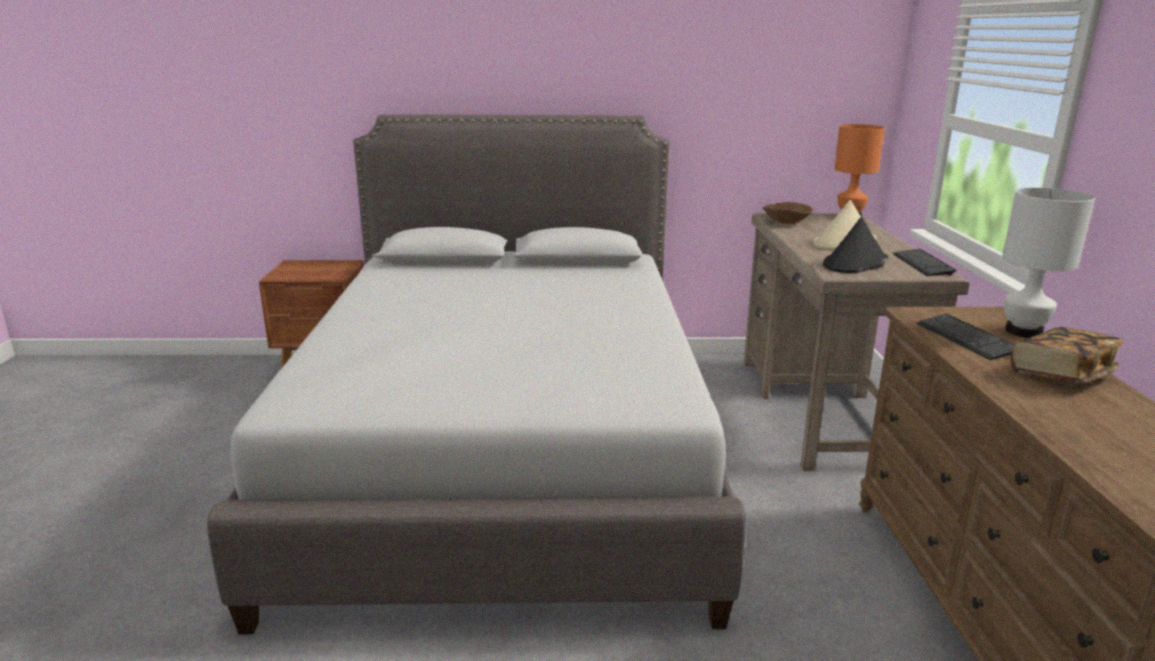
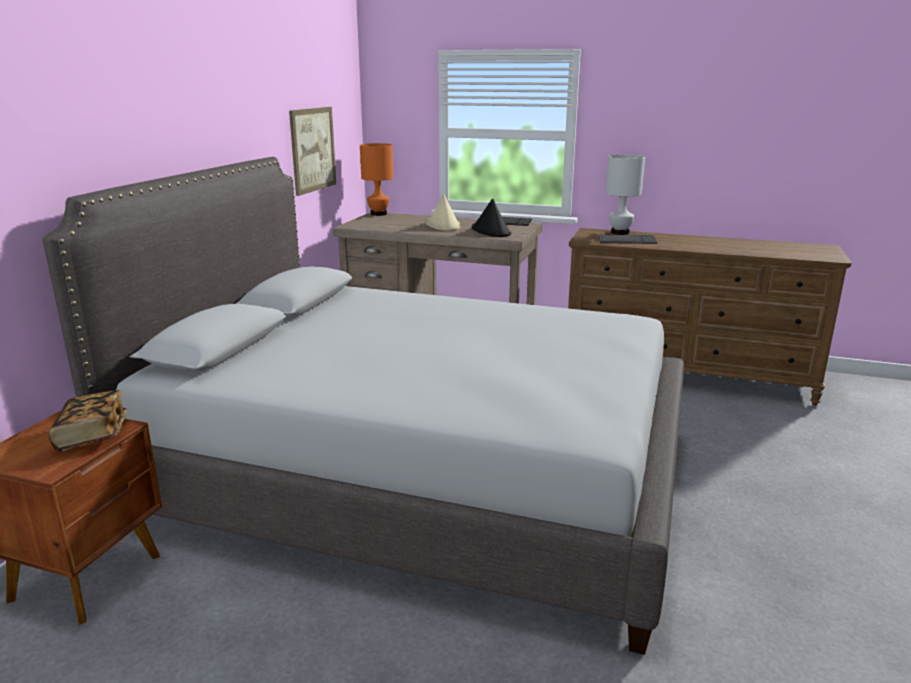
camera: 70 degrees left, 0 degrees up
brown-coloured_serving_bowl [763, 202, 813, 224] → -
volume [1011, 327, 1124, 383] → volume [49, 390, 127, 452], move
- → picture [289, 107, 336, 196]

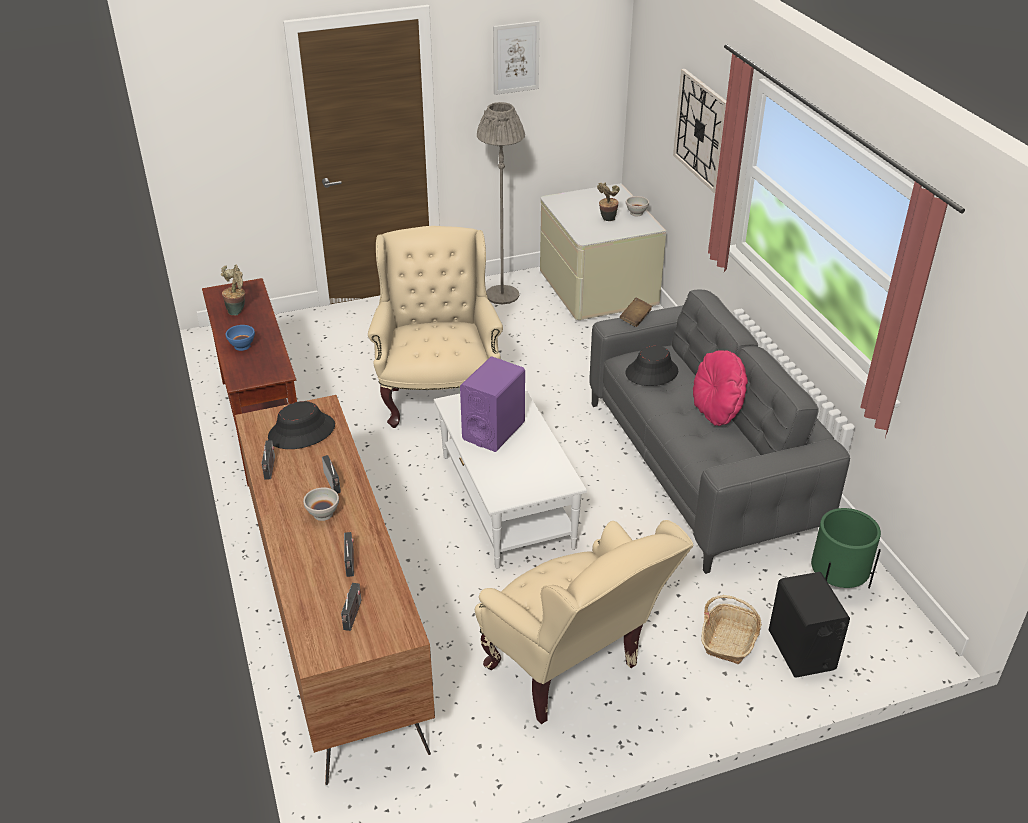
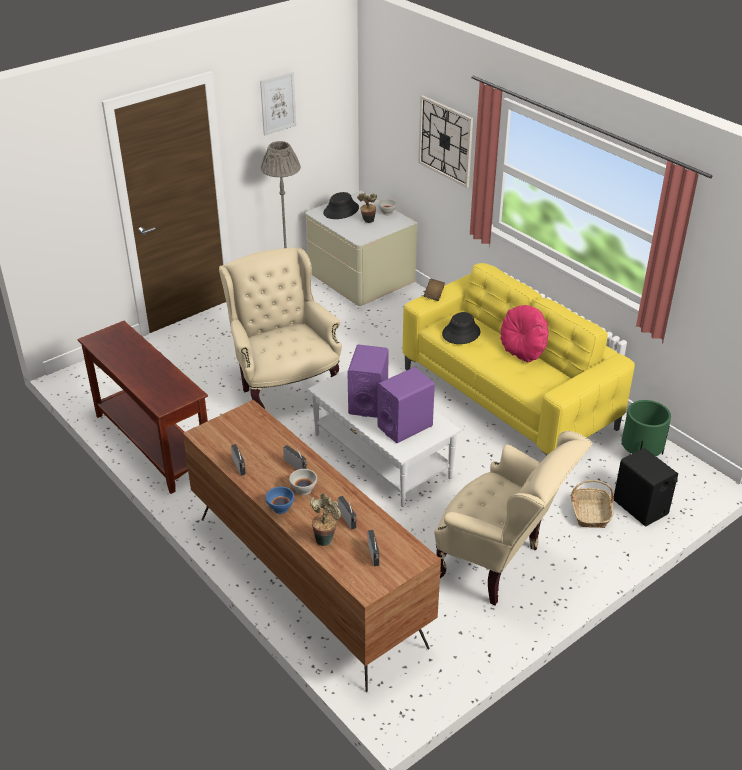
camera: 20 degrees left, 0 degrees up
potted_plant [221, 264, 245, 315] → potted_plant [310, 493, 341, 546], move
gray_sofa [589, 290, 850, 574] → yellow-coloured_sofa [403, 263, 635, 456]
blue-coloured_serving_bowl [226, 325, 255, 351] → blue-coloured_serving_bowl [266, 487, 294, 514], move
black_wearable_hat [268, 401, 335, 449] → black_wearable_hat [323, 192, 359, 219], move
- → purplish_audio_speaker [377, 367, 435, 443]

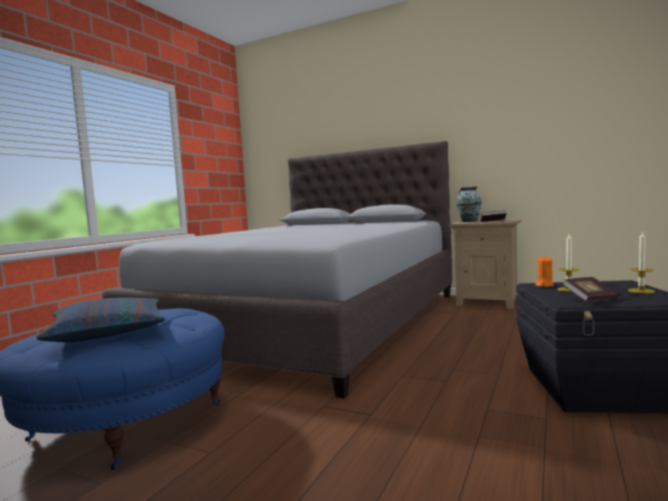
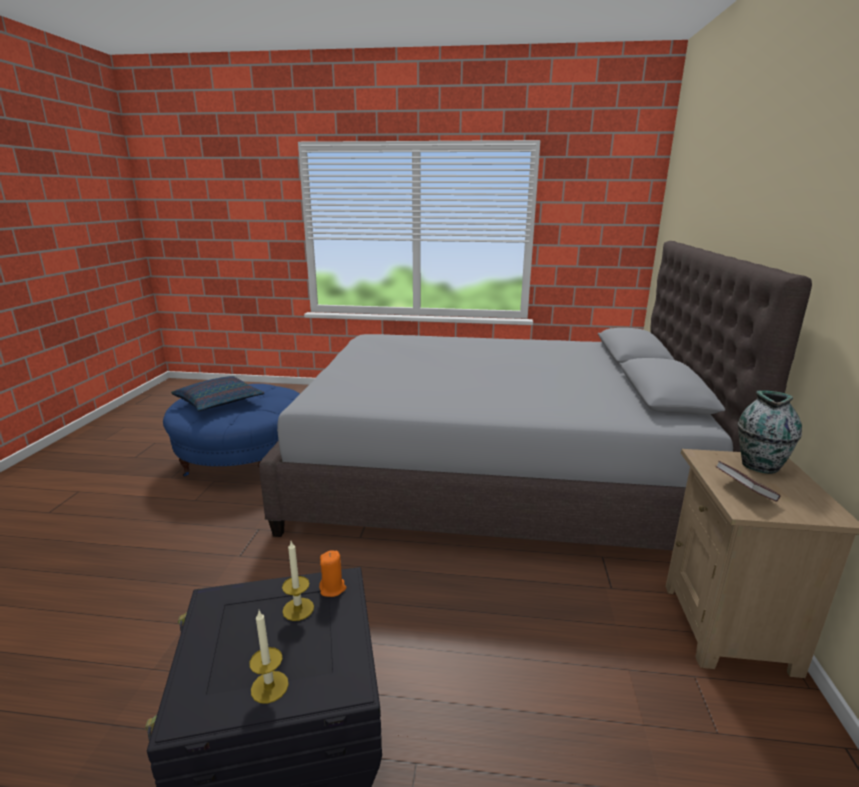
camera: 70 degrees right, 15 degrees up
volume [562, 277, 617, 301] → -

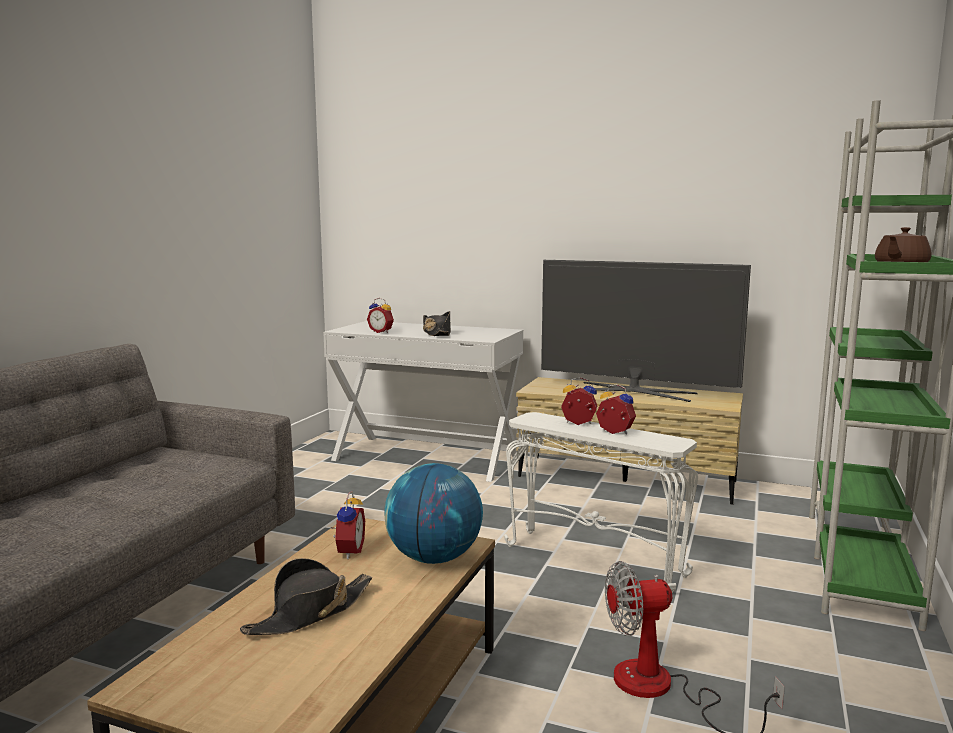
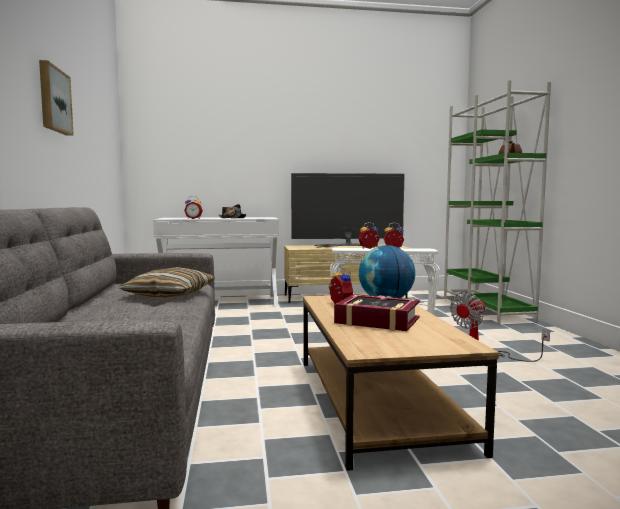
camera: 30 degrees left, 5 degrees down
black_wearable_hat [240, 558, 372, 635] → volume [334, 294, 420, 331]
- → picture [39, 60, 74, 136]
- → cushion [118, 267, 215, 298]

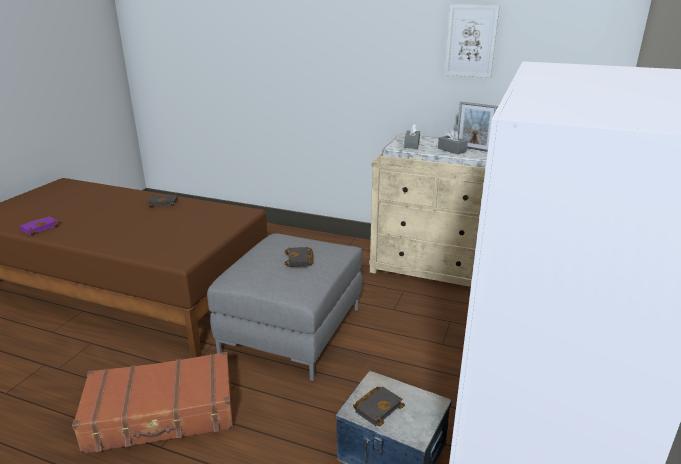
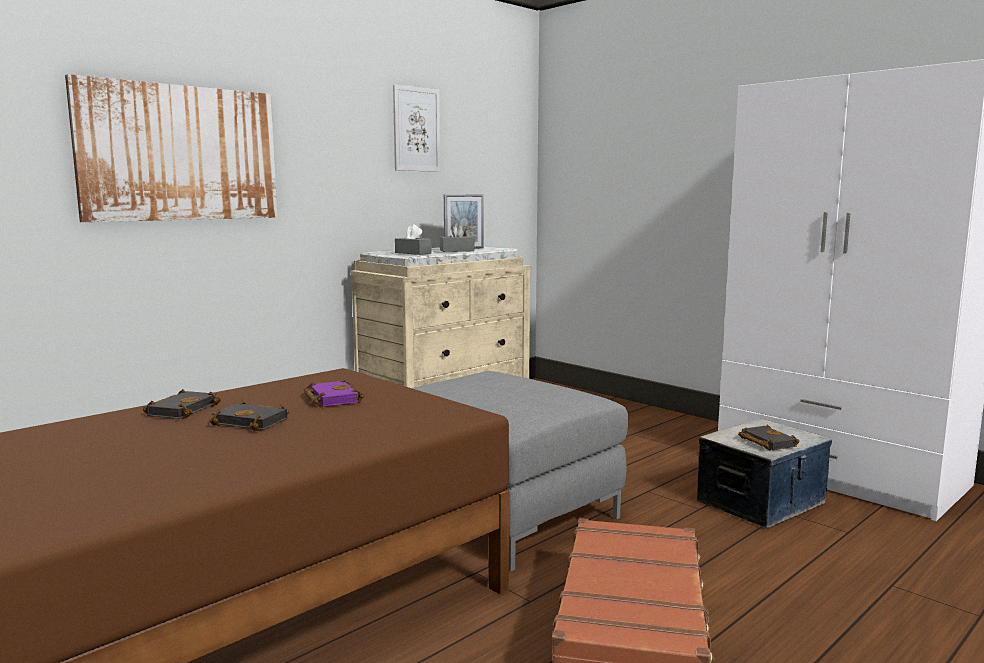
camera: 65 degrees left, 15 degrees down
purplish_volume [20, 216, 59, 235] → purplish_volume [304, 379, 364, 407], move
black_volume [285, 247, 314, 267] → black_volume [209, 401, 289, 431], move
- → picture [65, 74, 277, 222]

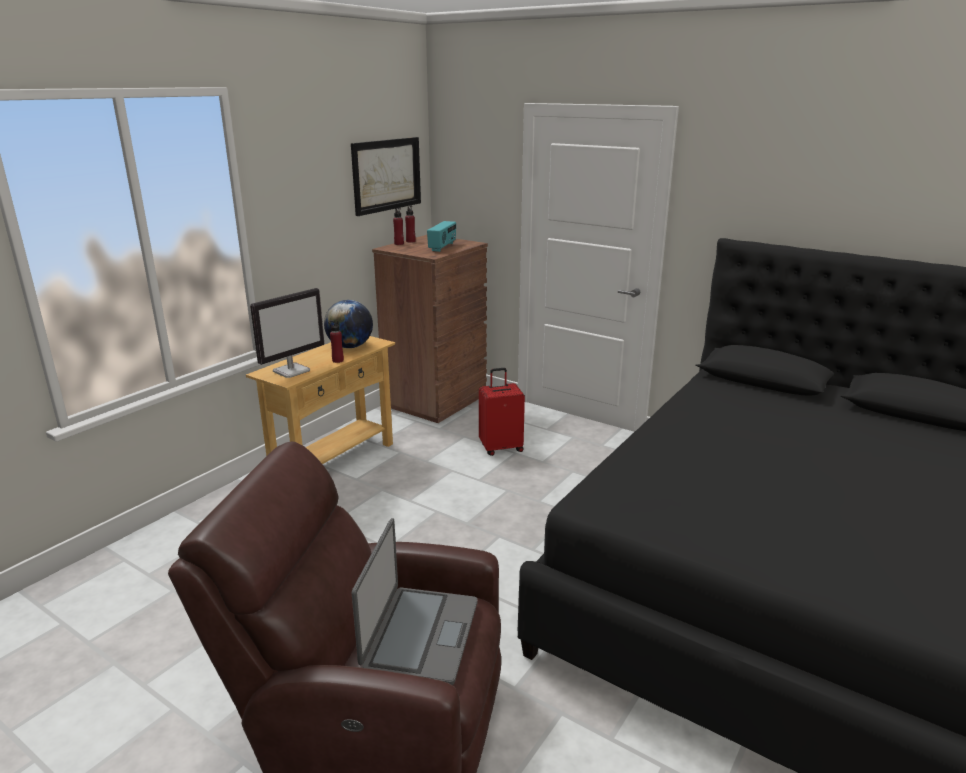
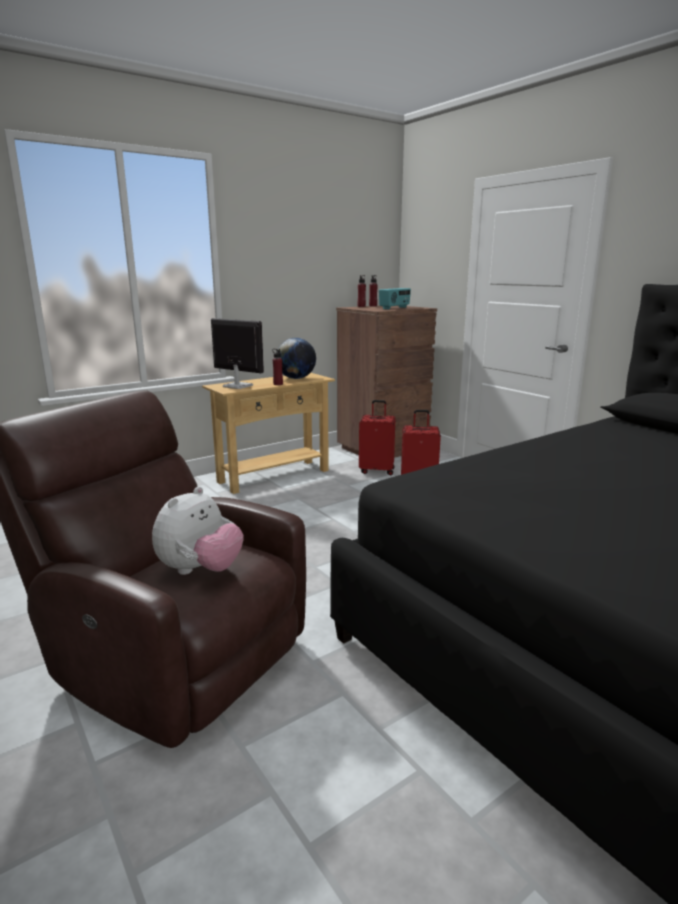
camera: 20 degrees right, 5 degrees down
picture [351, 137, 421, 216] → -
computer_screen [250, 288, 324, 378] → computer_screen [211, 318, 264, 389], 120 degrees counterclockwise
laptop [352, 518, 478, 685] → soft_toy [152, 487, 244, 575]
- → red-coloured_suitcase [359, 400, 396, 475]

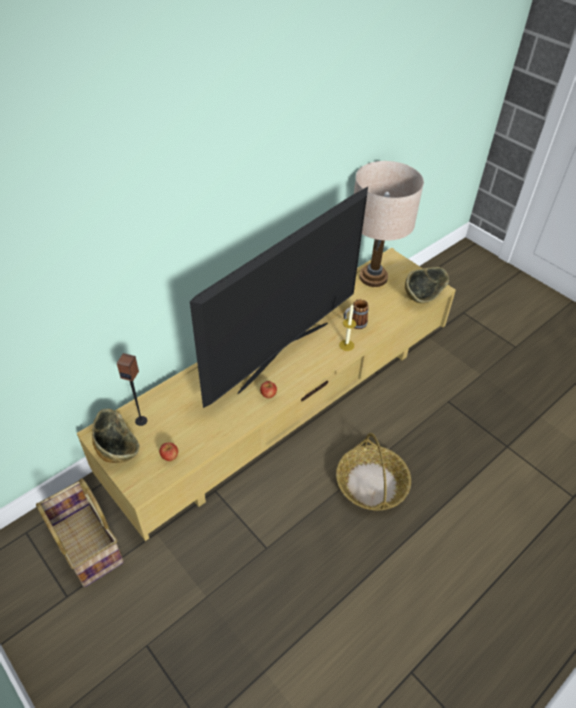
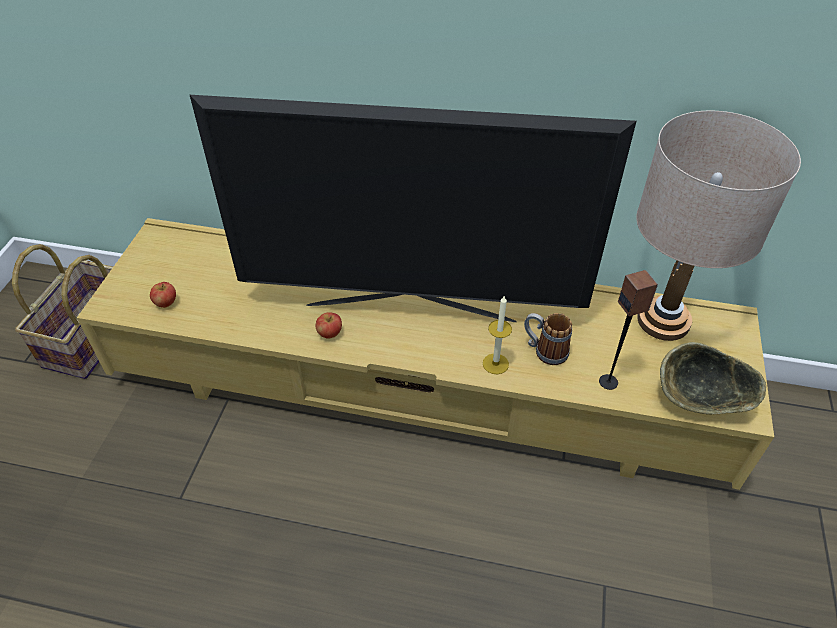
camera: 55 degrees right, 0 degrees up
audio_speaker [117, 353, 147, 426] → audio_speaker [599, 270, 658, 390], move
serving_bowl [92, 409, 139, 463] → -
storage_basket [336, 433, 411, 511] → -

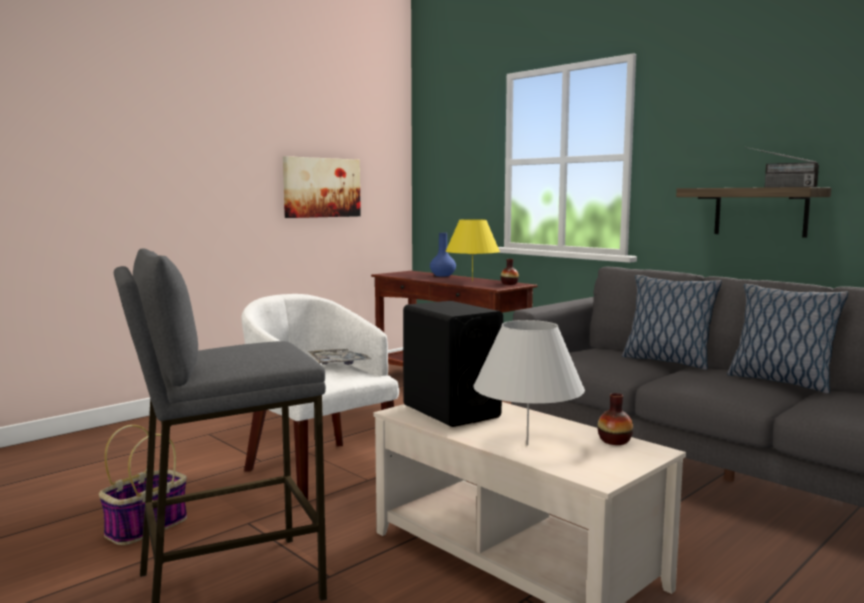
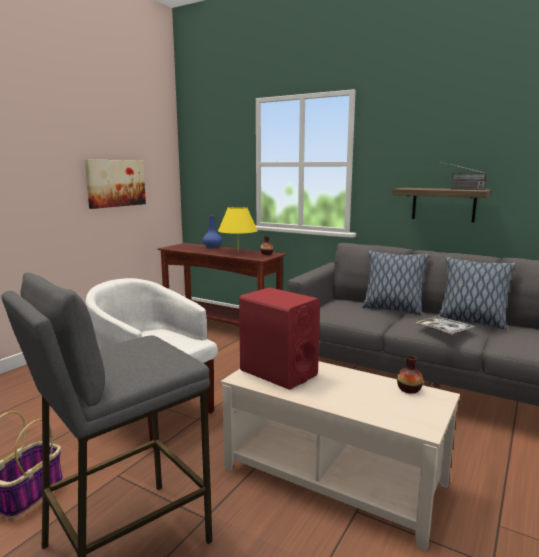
camera: 15 degrees left, 5 degrees up
black_audio_speaker [403, 301, 503, 427] → red-coloured_audio_speaker [239, 287, 320, 390]
white-coloured_tabletop_lamp [473, 320, 585, 445] → -
tray [308, 349, 371, 365] → tray [415, 316, 475, 334], move

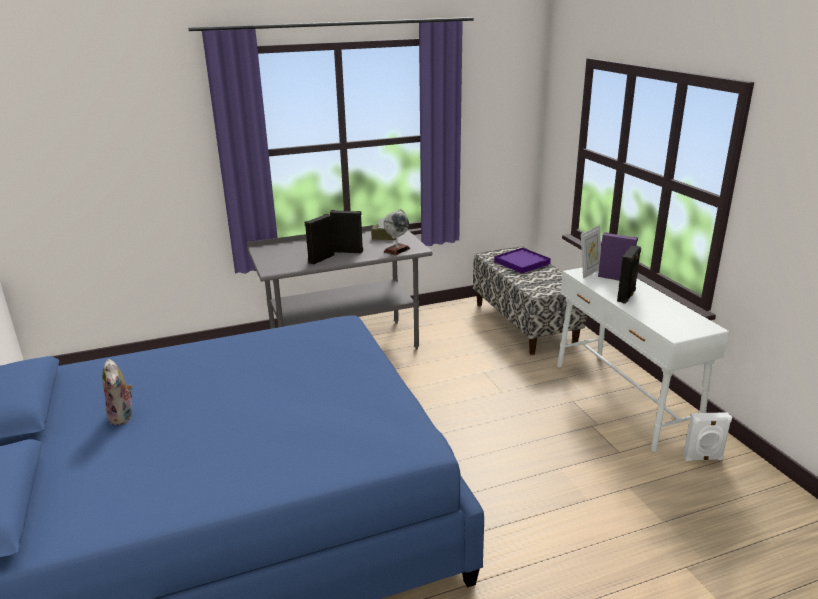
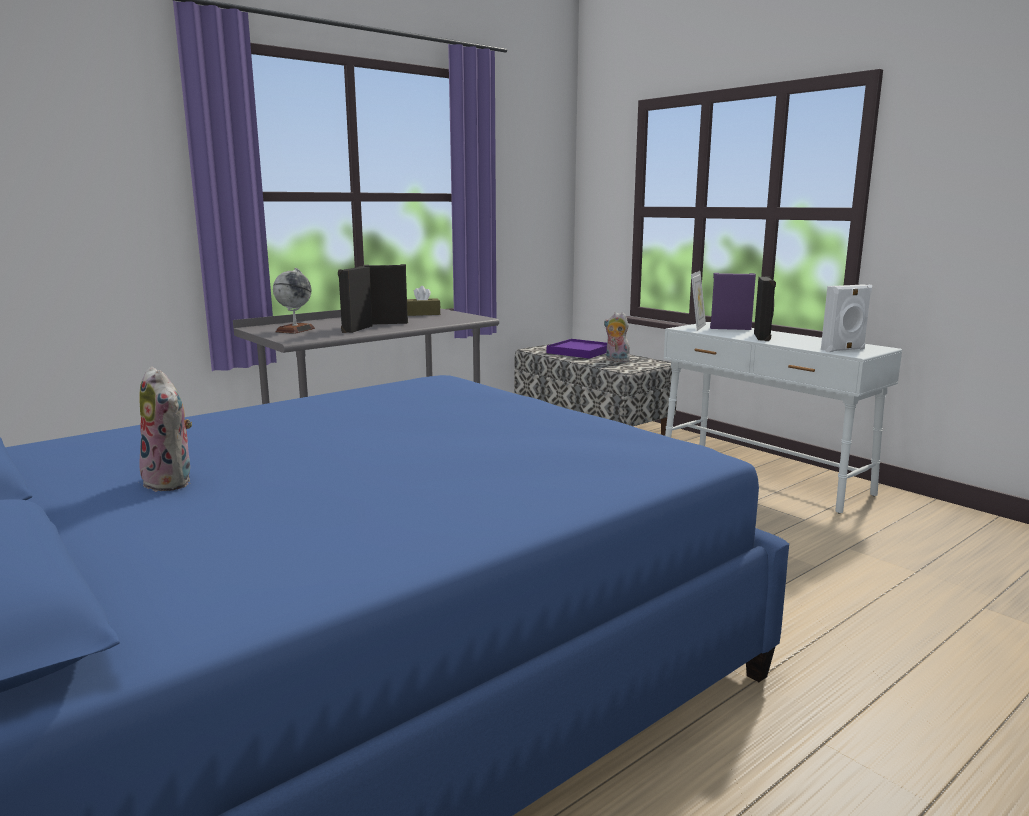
camera: 20 degrees left, 10 degrees down
world_globe [384, 209, 410, 255] → world_globe [273, 268, 315, 334], move
white-coloured_audio_speaker [683, 412, 732, 461] → white-coloured_audio_speaker [821, 284, 872, 352], move
- → soft_toy [604, 312, 630, 362]

